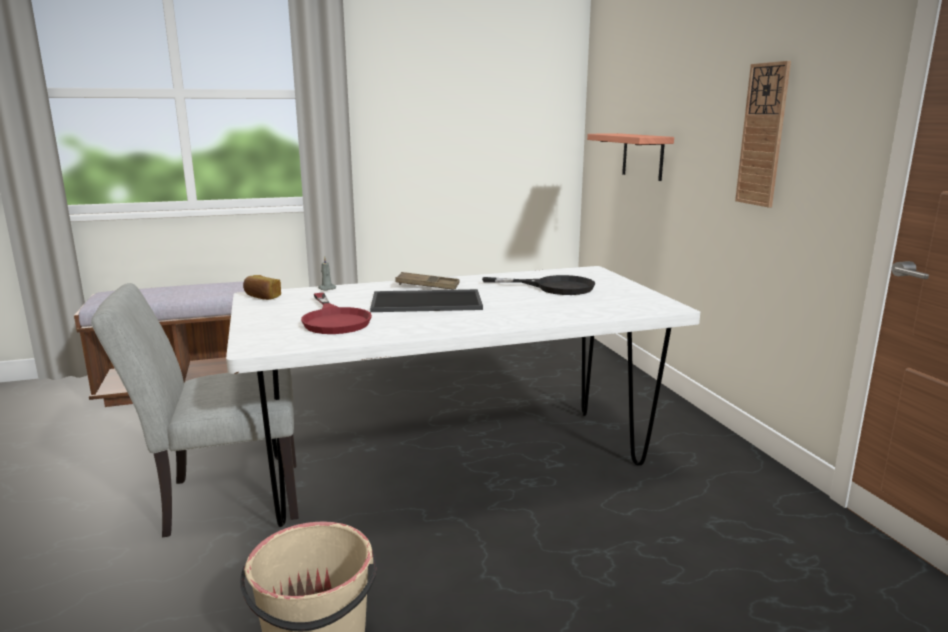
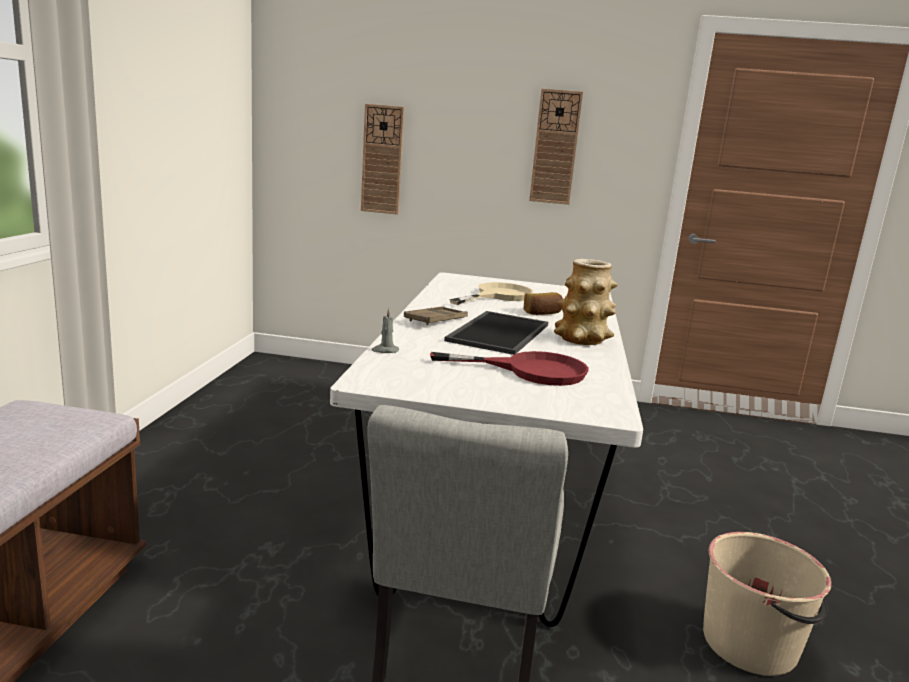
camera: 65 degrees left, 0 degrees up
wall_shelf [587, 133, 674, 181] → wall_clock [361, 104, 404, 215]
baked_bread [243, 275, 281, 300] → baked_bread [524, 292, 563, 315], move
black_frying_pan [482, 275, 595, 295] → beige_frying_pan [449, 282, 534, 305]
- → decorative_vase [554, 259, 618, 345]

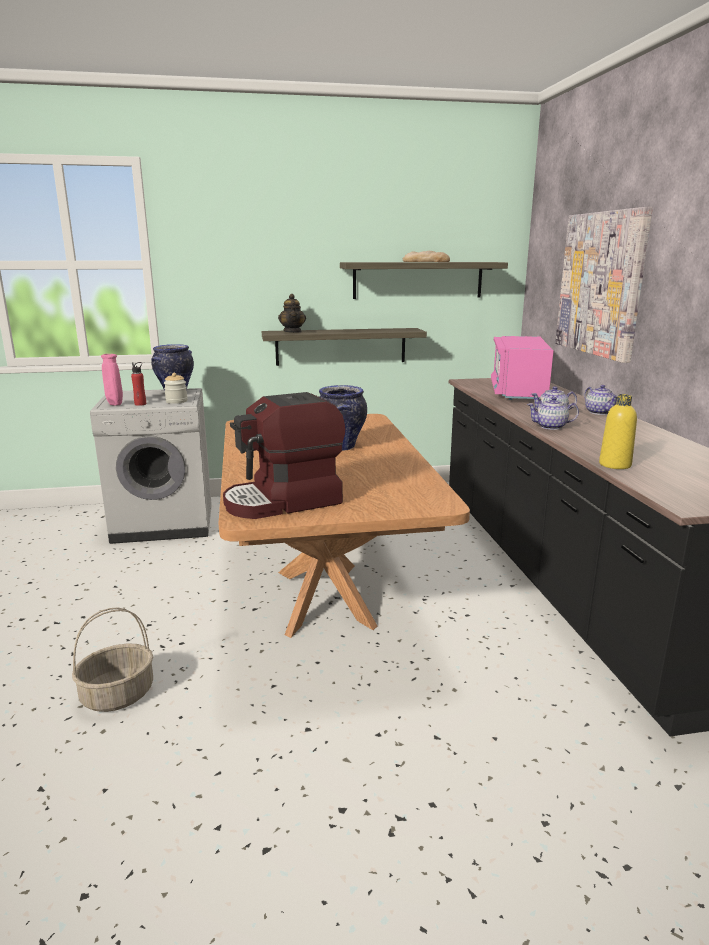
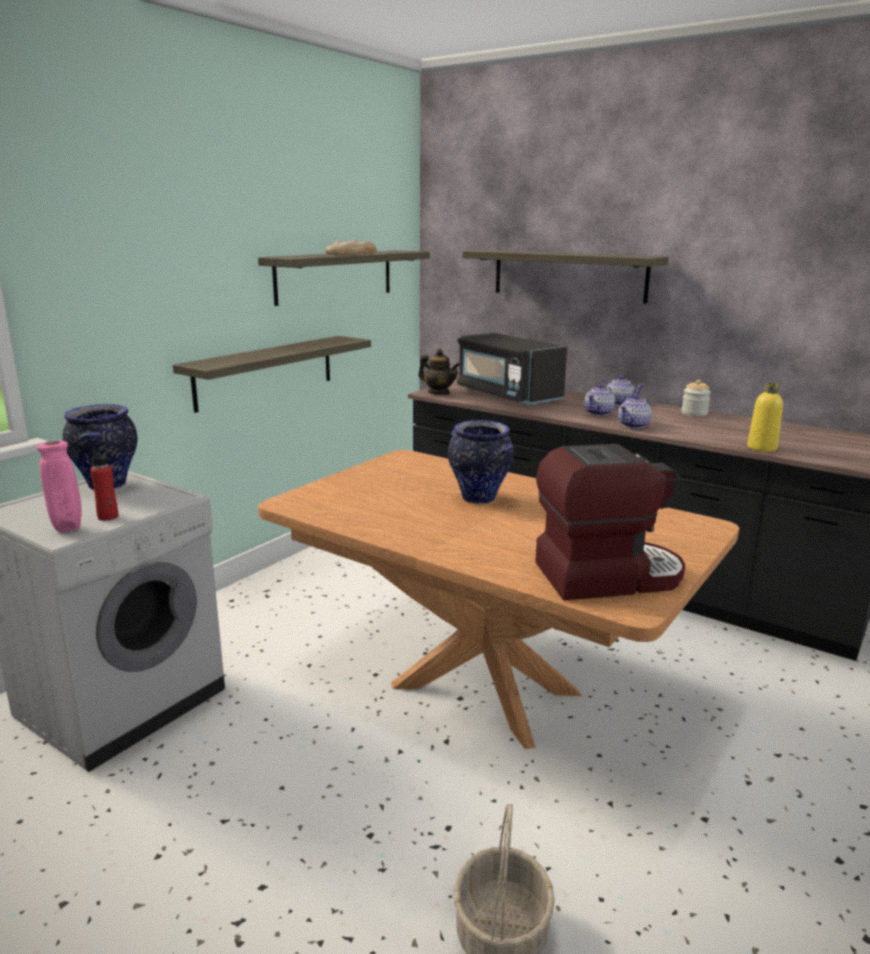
camera: 45 degrees left, 0 degrees up
picture [555, 207, 653, 363] → wall_shelf [462, 250, 669, 303]
pot_for_tea [278, 294, 306, 333] → pot_for_tea [418, 349, 460, 395], move
pink_microwave [491, 336, 554, 400] → black_microwave [457, 333, 567, 406]
storage_jar [164, 373, 188, 404] → storage_jar [682, 380, 711, 416], move
coffee_machine [223, 392, 345, 519] → coffee_machine [535, 444, 685, 600], 120 degrees counterclockwise

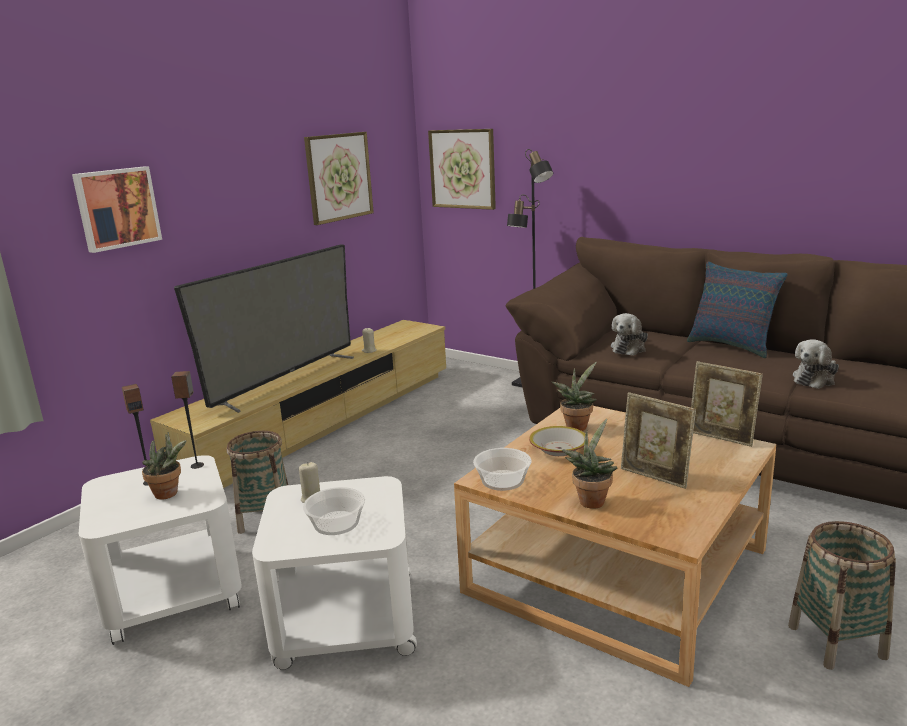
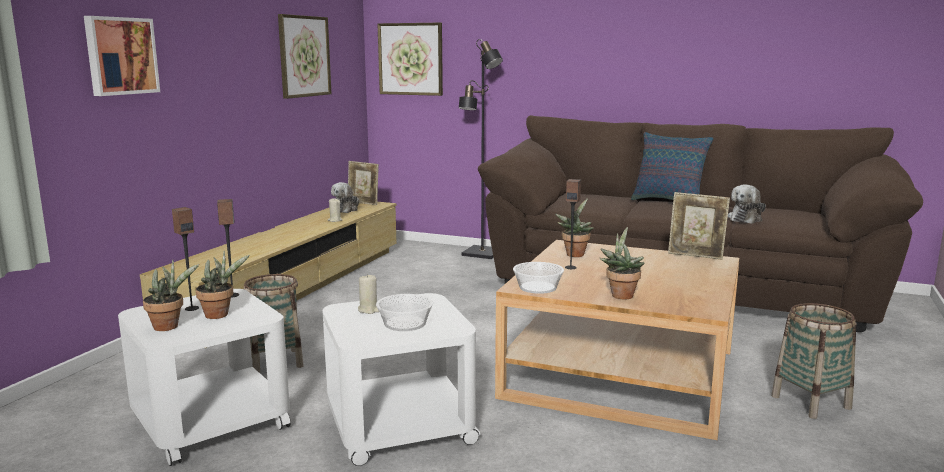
camera: 15 degrees left, 5 degrees down
television [174, 244, 354, 413] → -
soft_toy [611, 313, 648, 356] → soft_toy [331, 182, 360, 213], move
picture_frame [621, 392, 696, 489] → picture_frame [348, 161, 379, 205], move
serving_bowl [529, 426, 585, 456] → audio_speaker [565, 179, 581, 269]
- → potted_plant [143, 260, 199, 331]

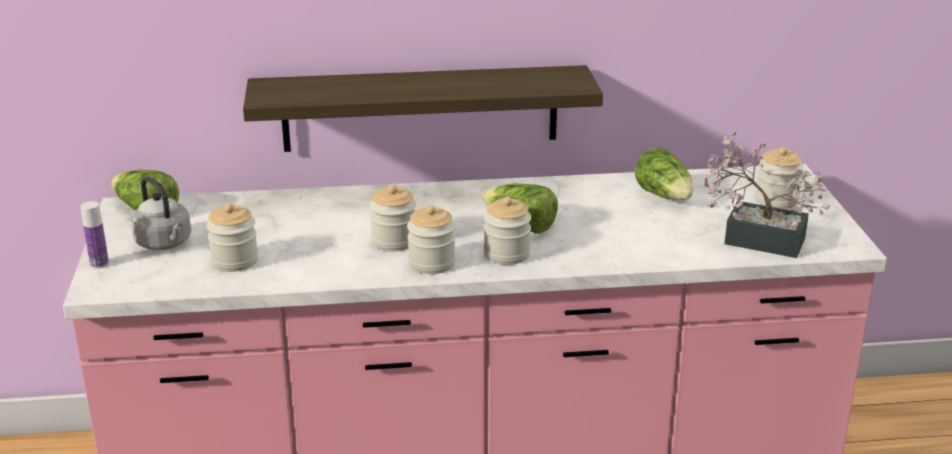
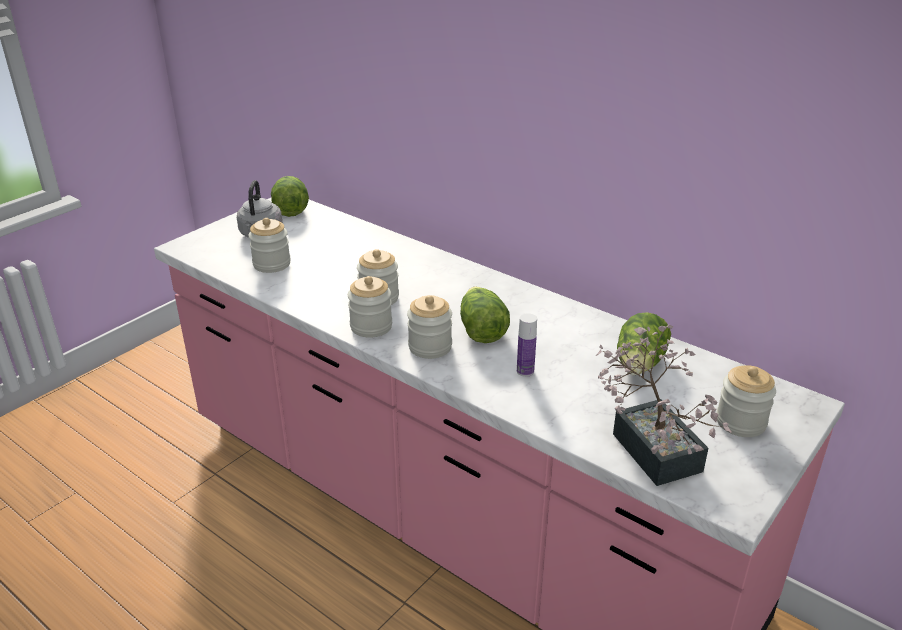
camera: 45 degrees right, 5 degrees up
wall_shelf [243, 65, 603, 152] → -
bottle [81, 201, 109, 269] → bottle [517, 313, 537, 377], move

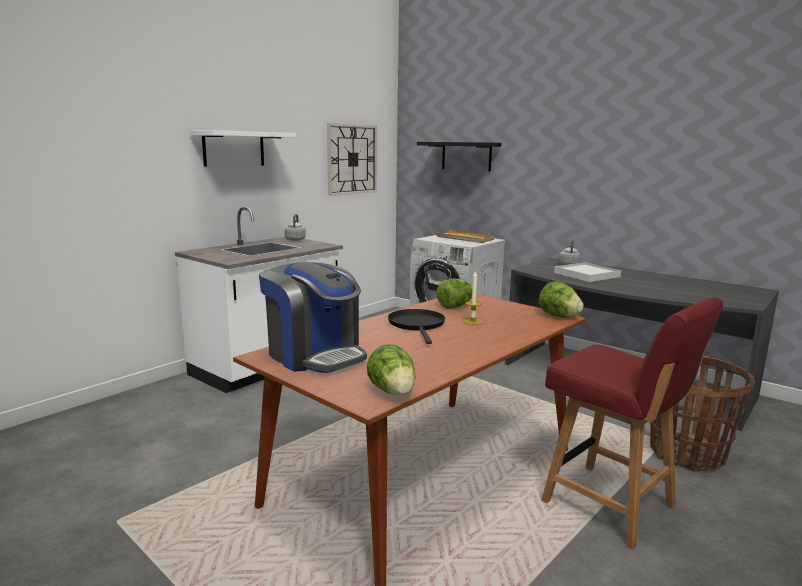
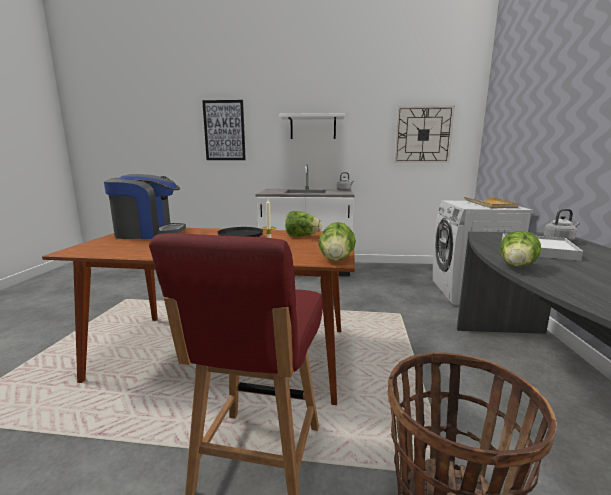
camera: 55 degrees right, 0 degrees up
black_wall_shelf [417, 142, 501, 172] → -
coffee_machine [259, 262, 367, 373] → coffee_machine [104, 174, 186, 239], 105 degrees counterclockwise
lettuce [367, 344, 415, 395] → lettuce [500, 231, 541, 267], move
- → picture [202, 100, 246, 160]

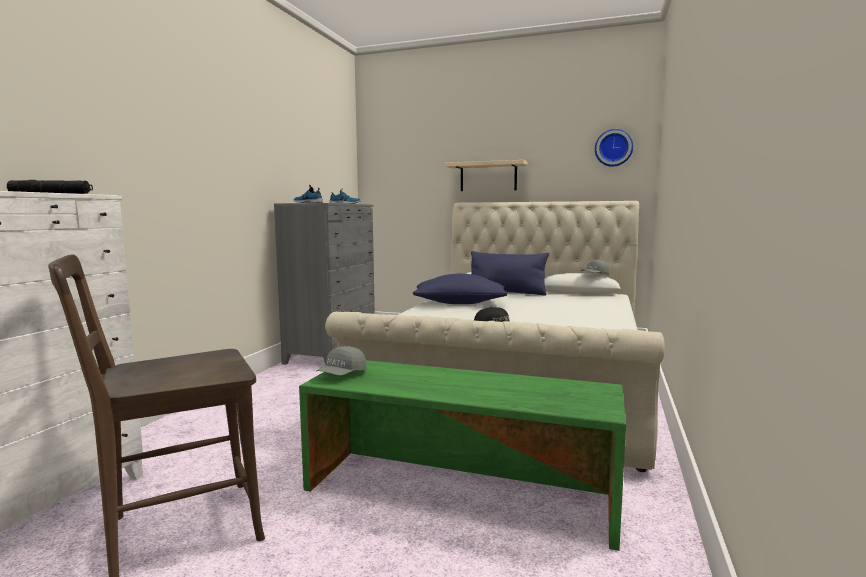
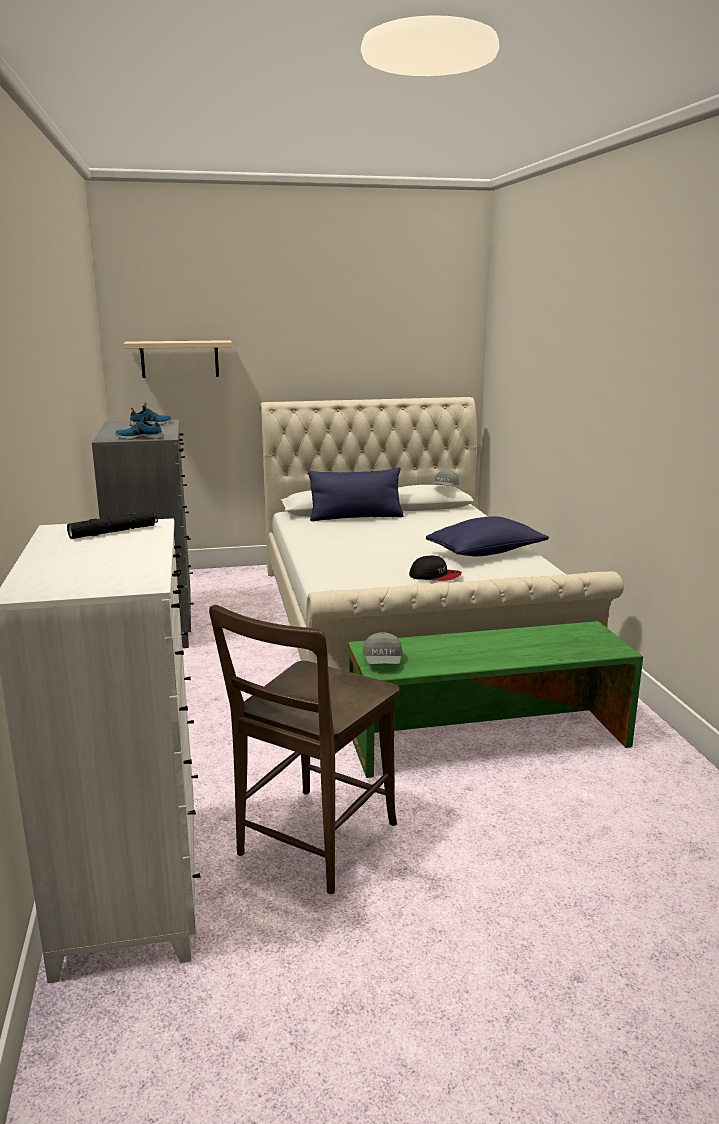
camera: 30 degrees left, 10 degrees up
wall_clock [595, 129, 633, 167] → -
beige_wall_shelf [445, 160, 528, 191] → beige_wall_shelf [124, 340, 232, 378], move
blue-coloured_cushion [413, 274, 508, 304] → blue-coloured_cushion [426, 516, 549, 556], move

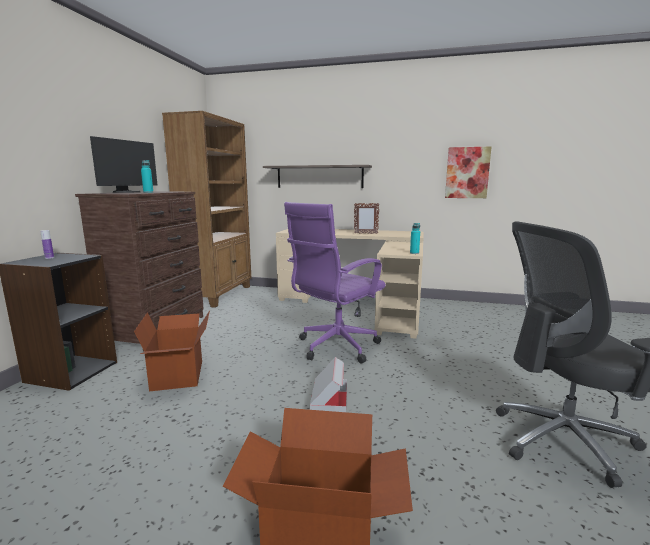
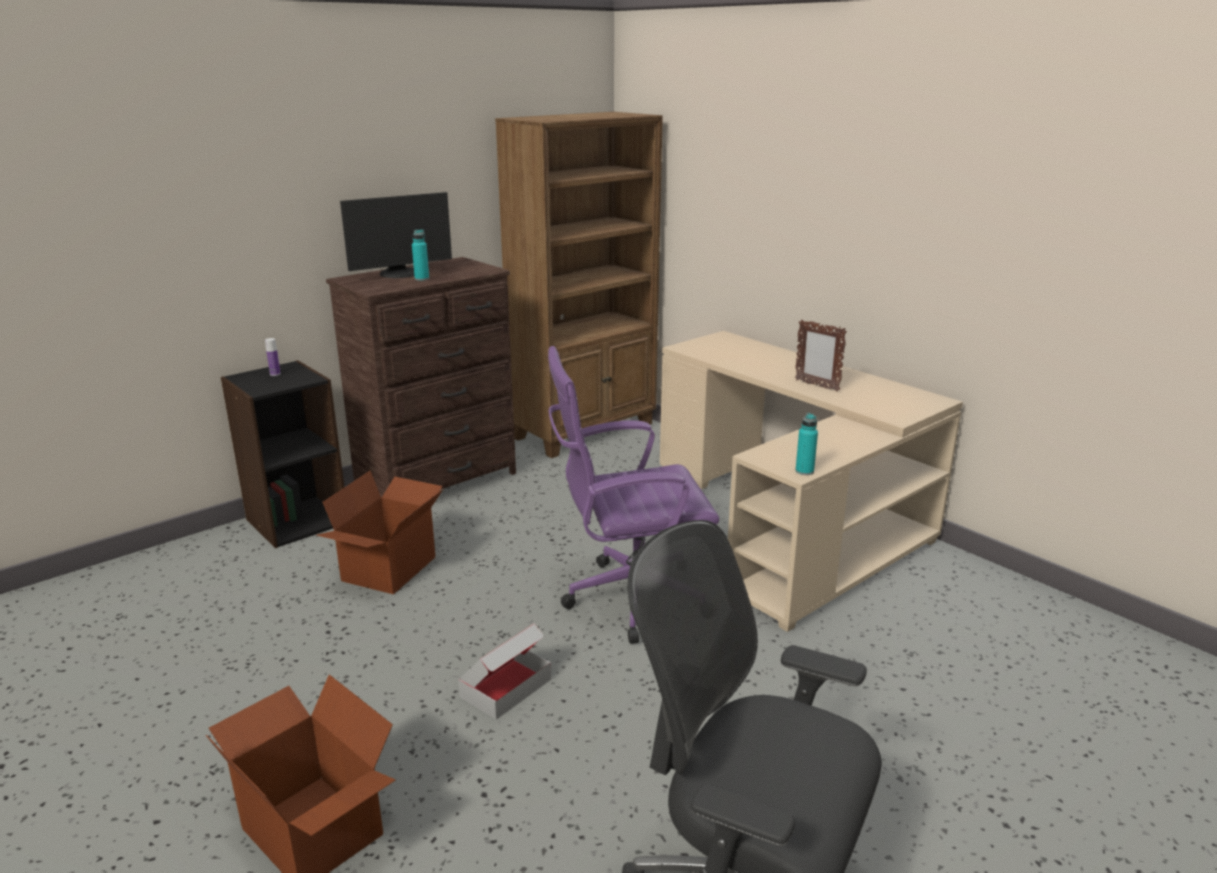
camera: 35 degrees right, 10 degrees up
picture [445, 147, 491, 198] → -
wall_shelf [263, 165, 372, 188] → -

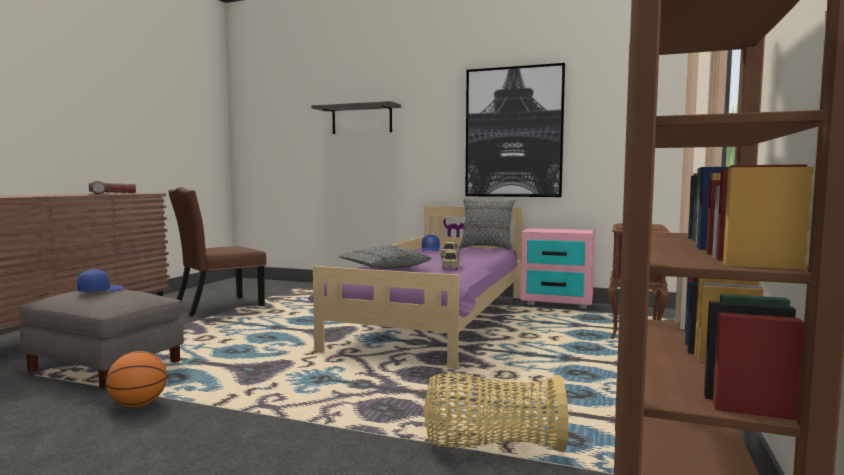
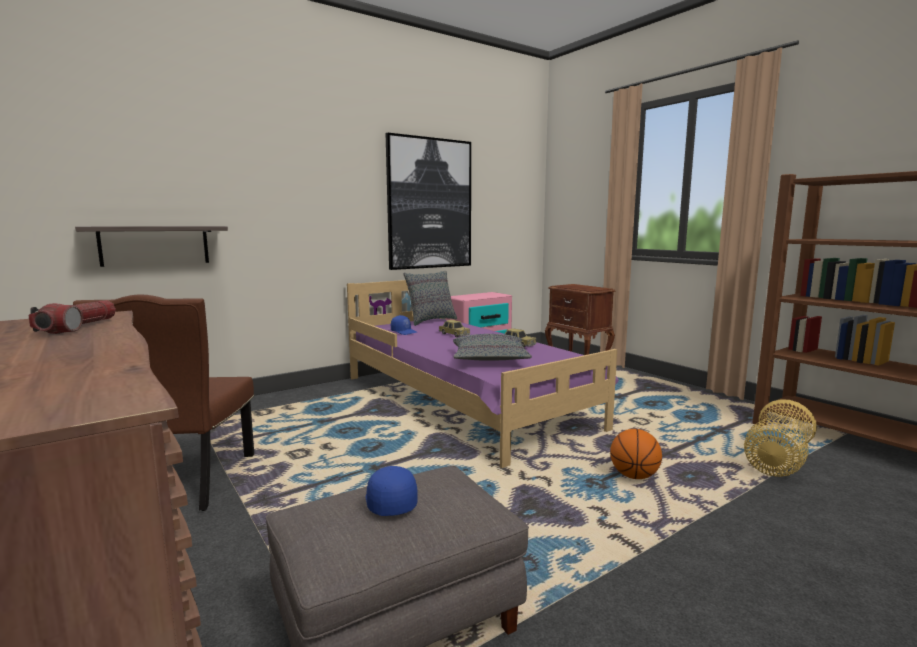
camera: 55 degrees left, 5 degrees up
wall_shelf [311, 101, 401, 134] → wall_shelf [75, 226, 228, 267], move
ball_for_basketball [106, 351, 167, 407] → ball_for_basketball [610, 429, 662, 479], move

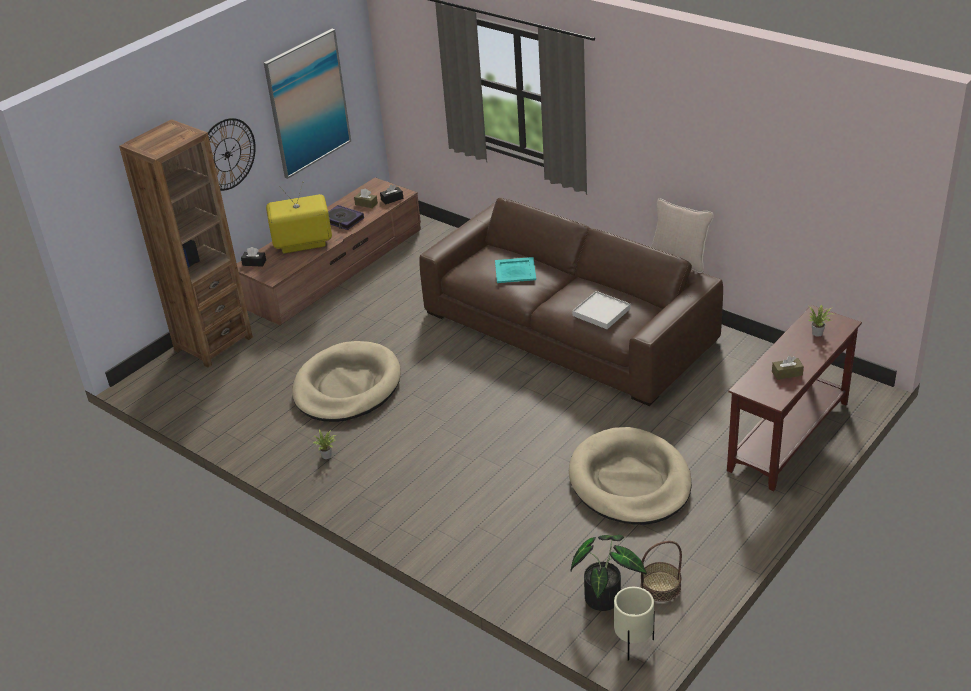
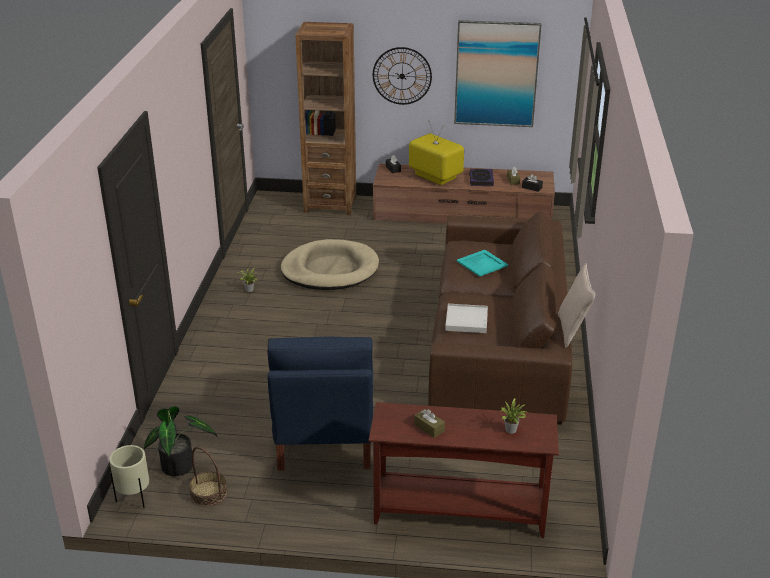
camera: 55 degrees right, 5 degrees down
beige_dog_bed [569, 427, 692, 525] → blue-coloured_lounge_chair [267, 337, 373, 471]

